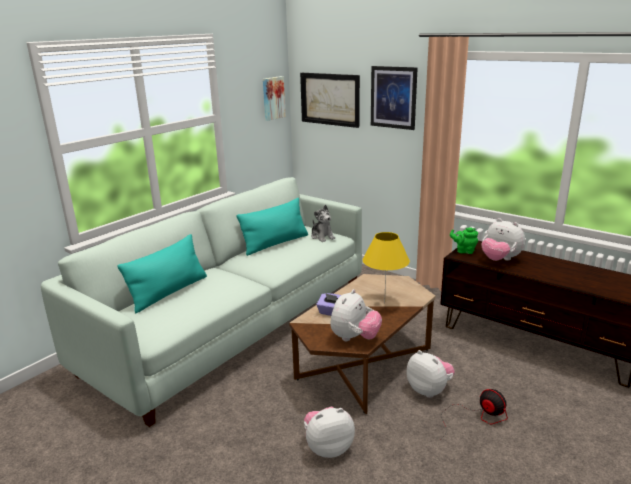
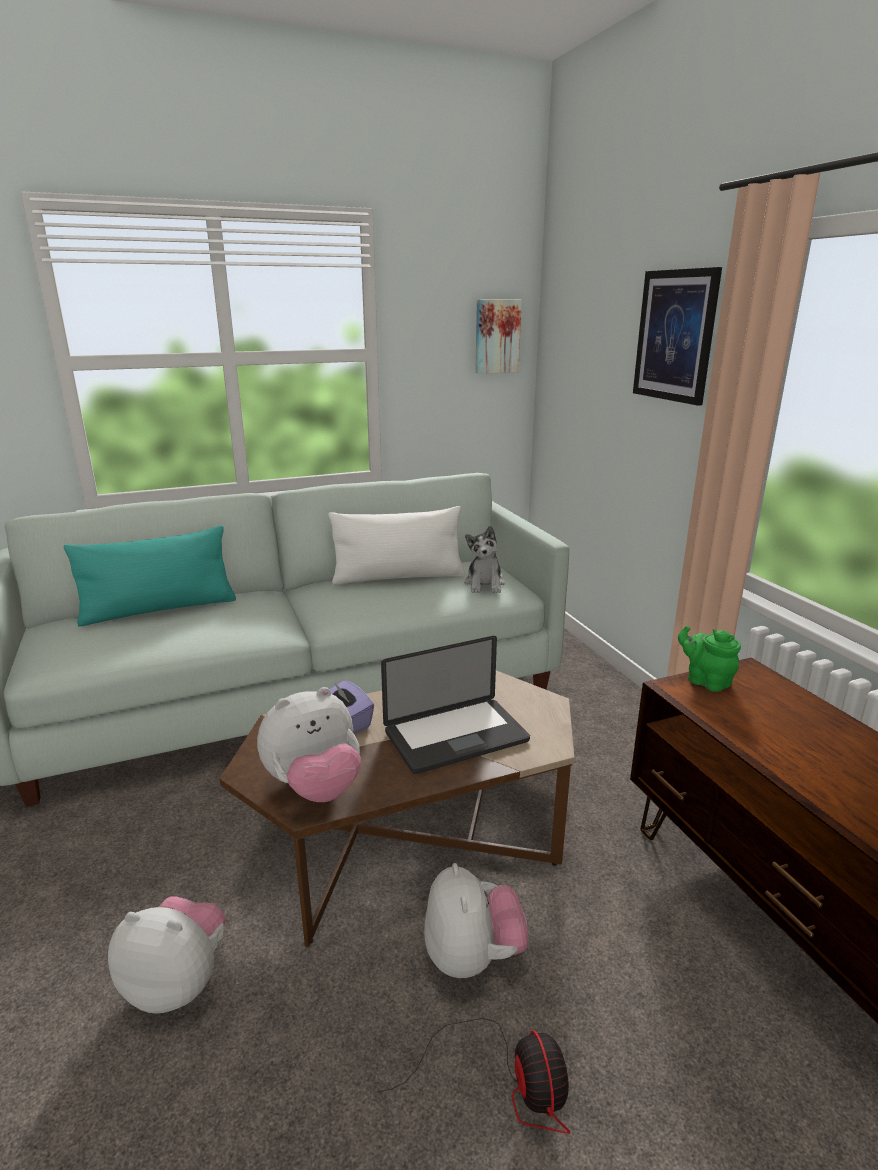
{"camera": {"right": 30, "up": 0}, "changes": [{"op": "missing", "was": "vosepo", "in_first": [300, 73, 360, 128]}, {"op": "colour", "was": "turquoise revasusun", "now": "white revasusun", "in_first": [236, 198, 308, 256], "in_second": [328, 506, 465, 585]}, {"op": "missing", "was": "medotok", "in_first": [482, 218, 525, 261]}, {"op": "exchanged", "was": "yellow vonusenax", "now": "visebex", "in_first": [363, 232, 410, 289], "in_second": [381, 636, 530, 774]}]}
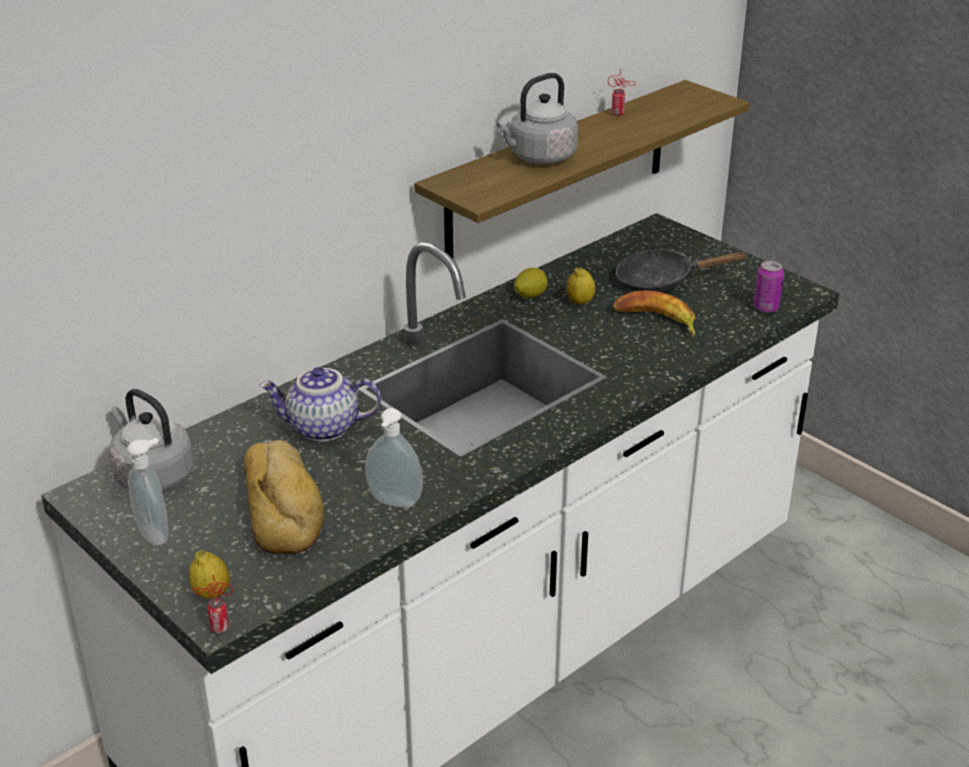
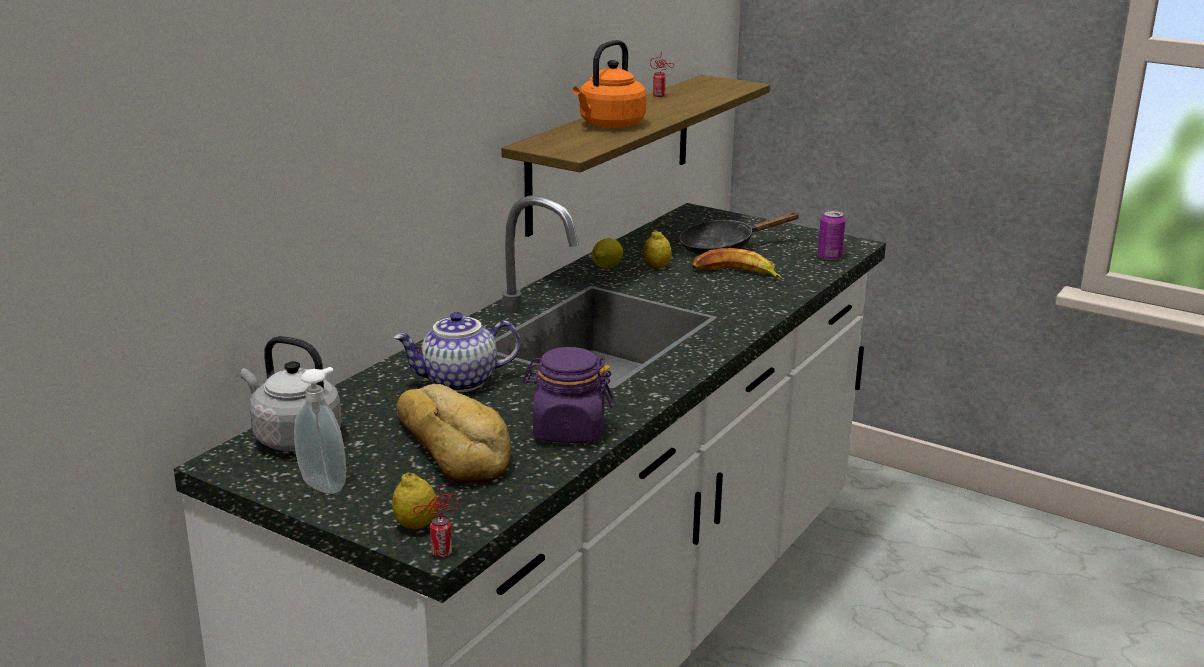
{"camera": {"right": -15, "up": -10}, "changes": [{"op": "colour", "was": "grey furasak", "now": "orange furasak", "in_first": [496, 73, 578, 164], "in_second": [573, 40, 646, 128]}, {"op": "exchanged", "was": "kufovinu", "now": "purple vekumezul", "in_first": [365, 408, 423, 508], "in_second": [523, 347, 614, 443]}]}
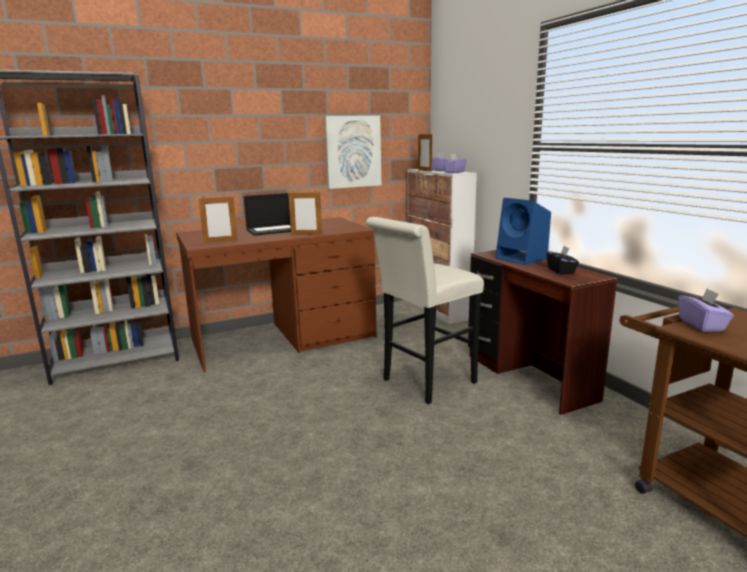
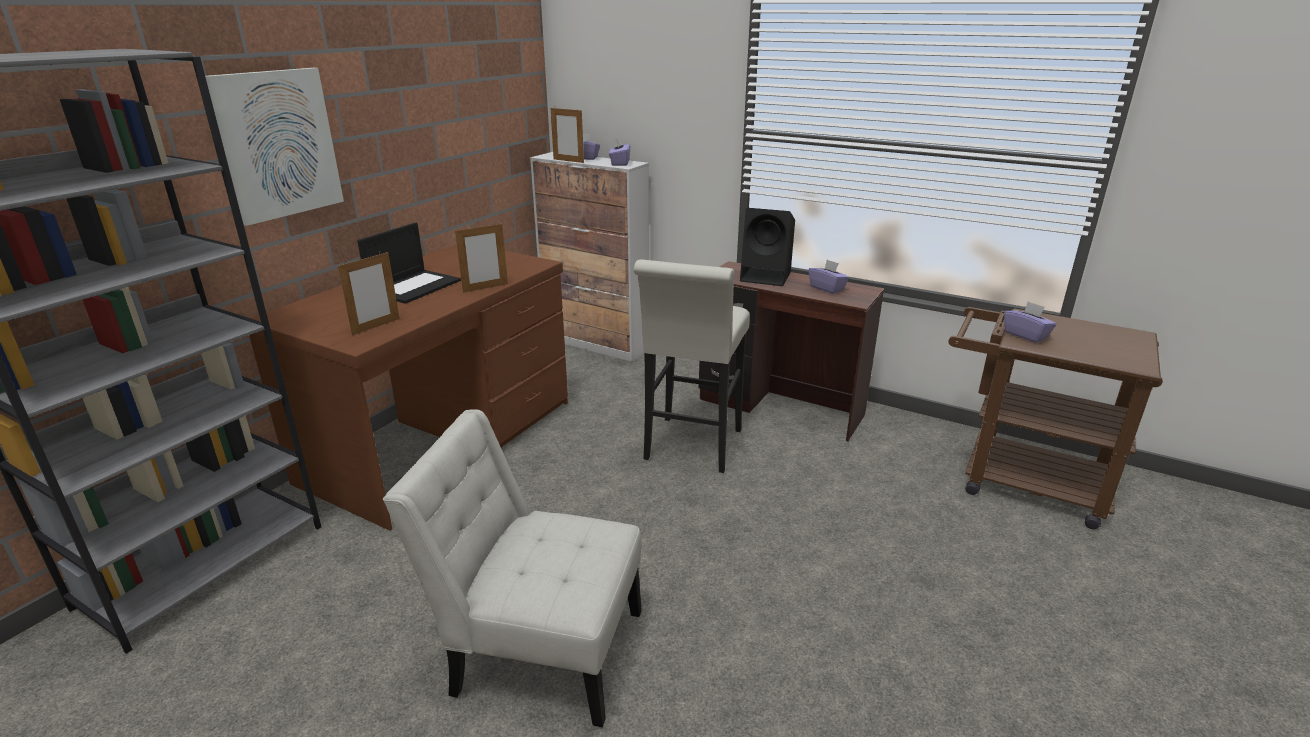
{"camera": {"right": -35, "up": 10}, "changes": [{"op": "relocated", "was": "vosepo", "in_first": [325, 115, 381, 189], "in_second": [205, 68, 344, 226]}, {"op": "colour", "was": "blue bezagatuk", "now": "black bezagatuk", "in_first": [495, 198, 551, 265], "in_second": [740, 208, 795, 286]}, {"op": "colour", "was": "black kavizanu", "now": "purple kavizanu", "in_first": [546, 246, 579, 274], "in_second": [808, 260, 849, 294]}, {"op": "appeared", "now": "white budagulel", "in_second": [383, 409, 642, 727]}]}
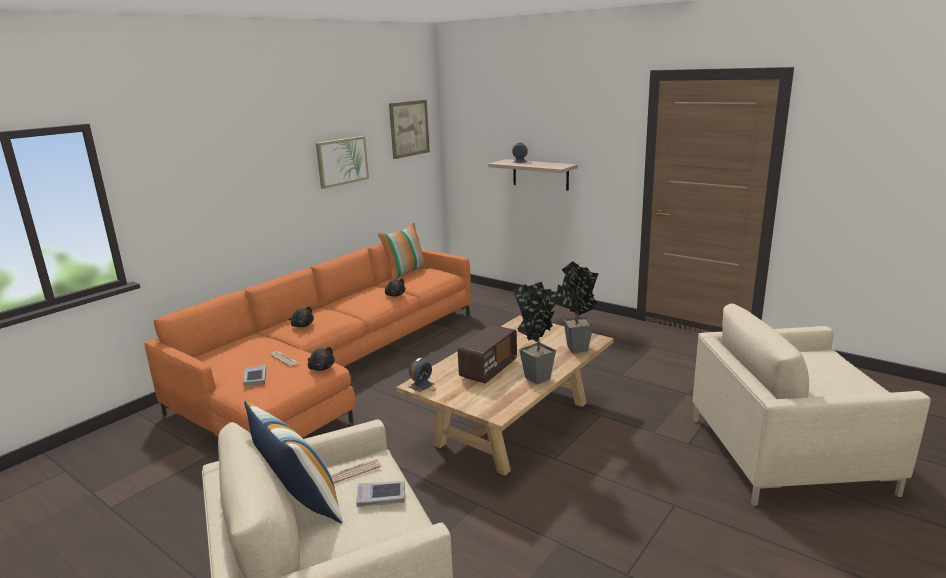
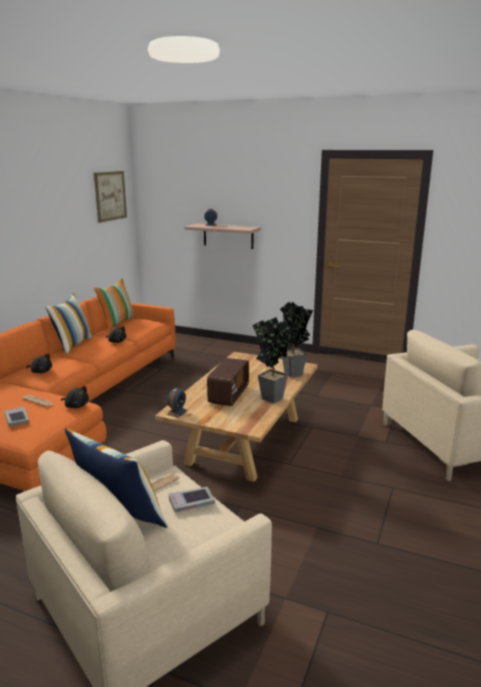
{"camera": {"right": -15, "up": 0}, "changes": [{"op": "missing", "was": "vosepo", "in_first": [316, 136, 369, 189]}, {"op": "appeared", "now": "revasusun", "in_second": [45, 293, 93, 354]}]}
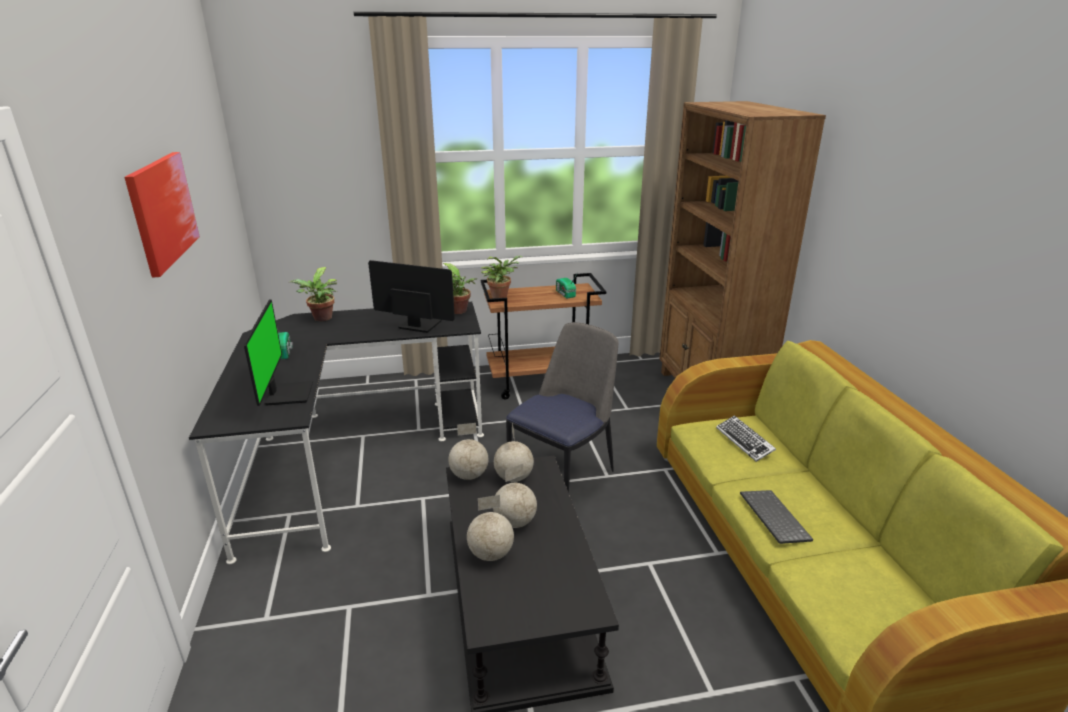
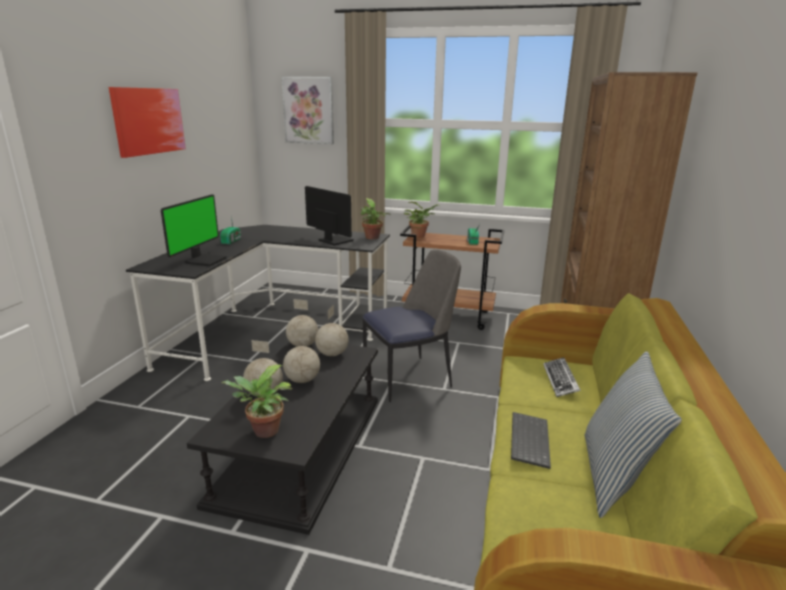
{"camera": {"right": 25, "up": -5}, "changes": [{"op": "relocated", "was": "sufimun", "in_first": [288, 267, 337, 321], "in_second": [221, 365, 293, 438]}, {"op": "appeared", "now": "vosepo", "in_second": [282, 77, 334, 144]}, {"op": "appeared", "now": "revasusun", "in_second": [584, 351, 682, 518]}]}
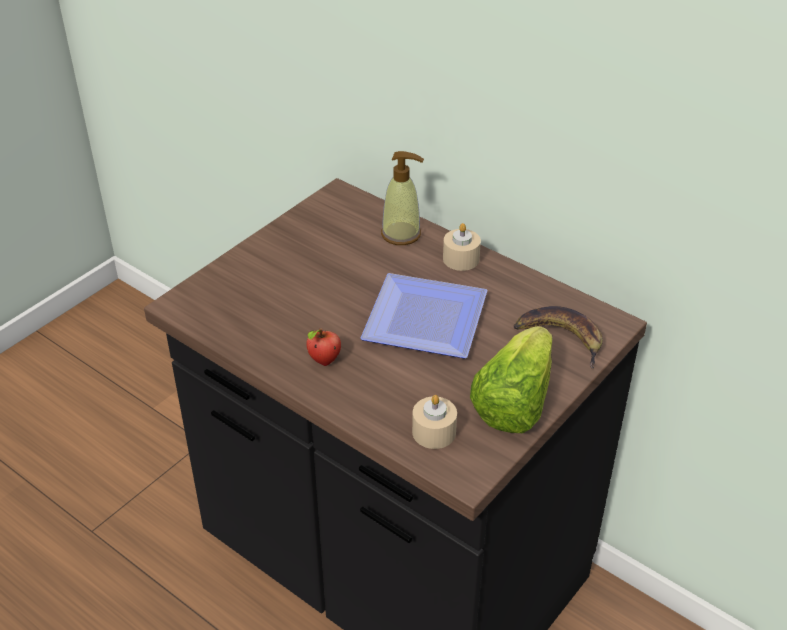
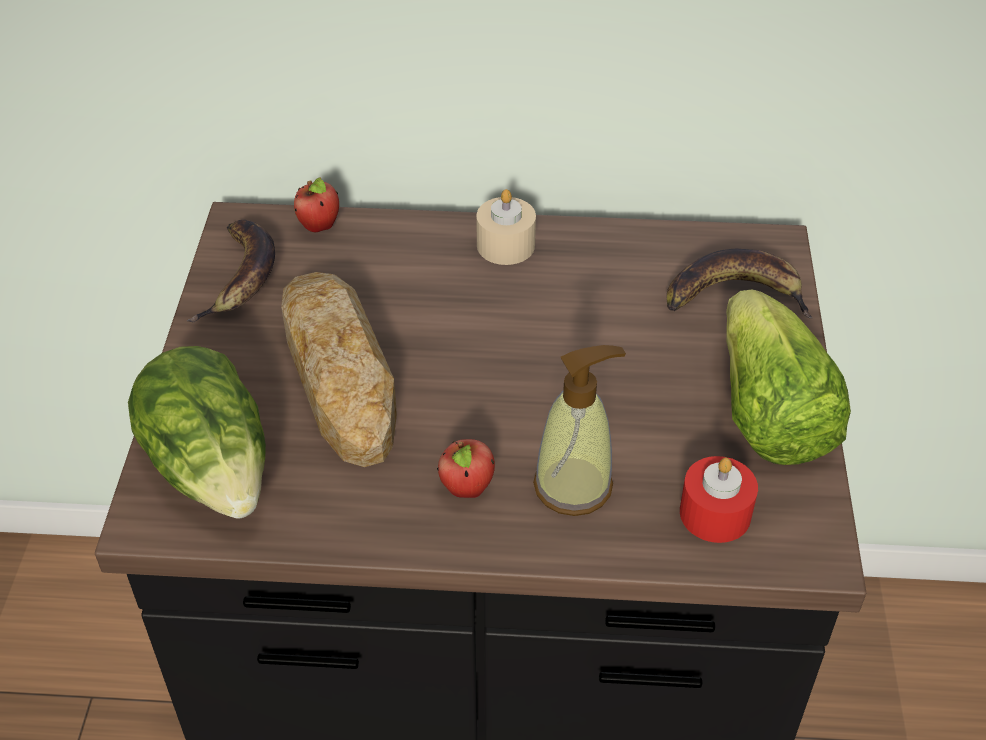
{"camera": {"right": -35, "up": 5}, "changes": [{"op": "relocated", "was": "kufovinu", "in_first": [381, 151, 424, 245], "in_second": [533, 345, 626, 516]}, {"op": "missing", "was": "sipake", "in_first": [360, 273, 488, 358]}, {"op": "colour", "was": "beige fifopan", "now": "red fifopan", "in_first": [412, 395, 457, 449], "in_second": [680, 456, 758, 543]}, {"op": "appeared", "now": "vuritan", "in_second": [294, 177, 339, 232]}, {"op": "appeared", "now": "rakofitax", "in_second": [187, 220, 275, 322]}, {"op": "appeared", "now": "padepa", "in_second": [281, 272, 397, 467]}, {"op": "appeared", "now": "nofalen", "in_second": [128, 346, 266, 518]}]}
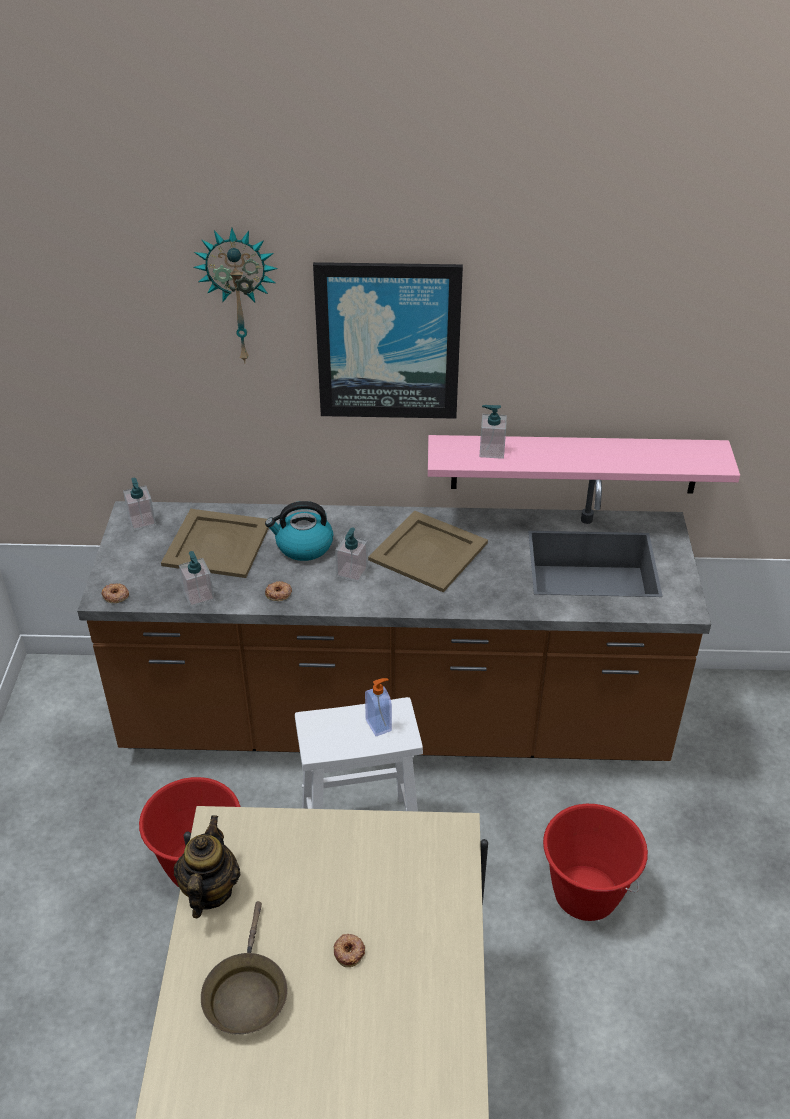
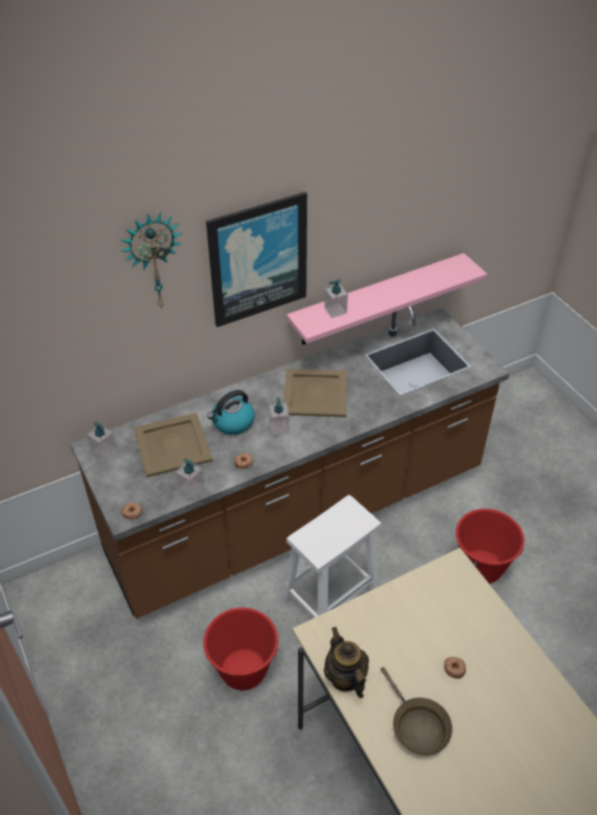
{"camera": {"right": -30, "up": 5}, "changes": [{"op": "missing", "was": "kufovinu", "in_first": [365, 678, 392, 736]}]}
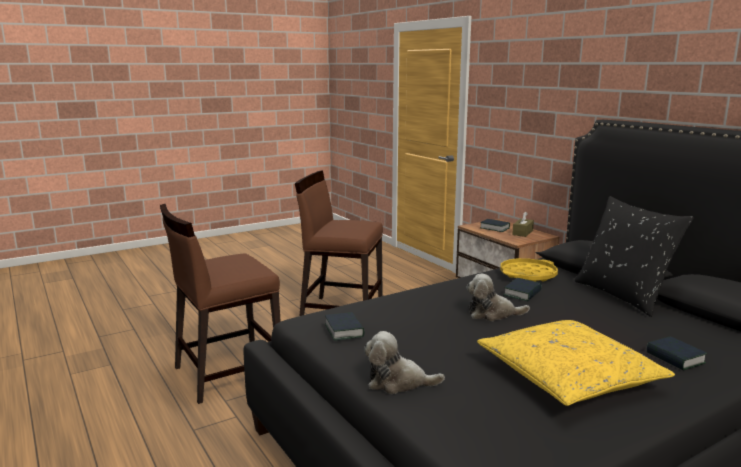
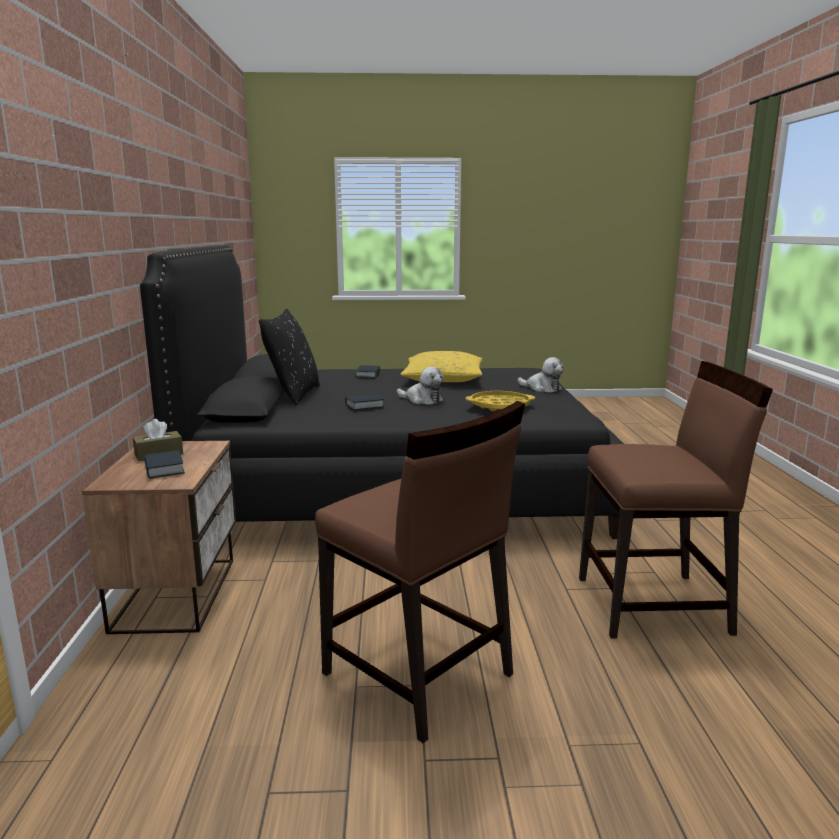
{"camera": {"right": -150, "up": 0}, "changes": [{"op": "relocated", "was": "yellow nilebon", "in_first": [500, 258, 558, 282], "in_second": [466, 391, 535, 411]}, {"op": "missing", "was": "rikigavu", "in_first": [325, 312, 364, 341]}]}
